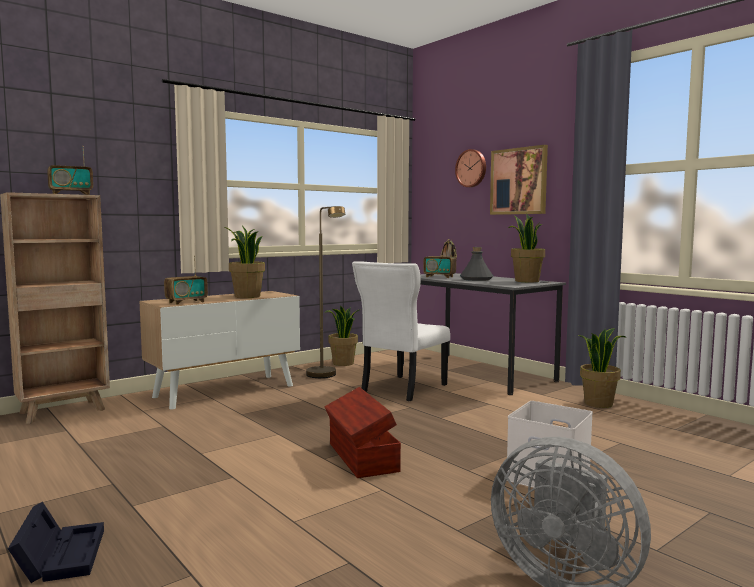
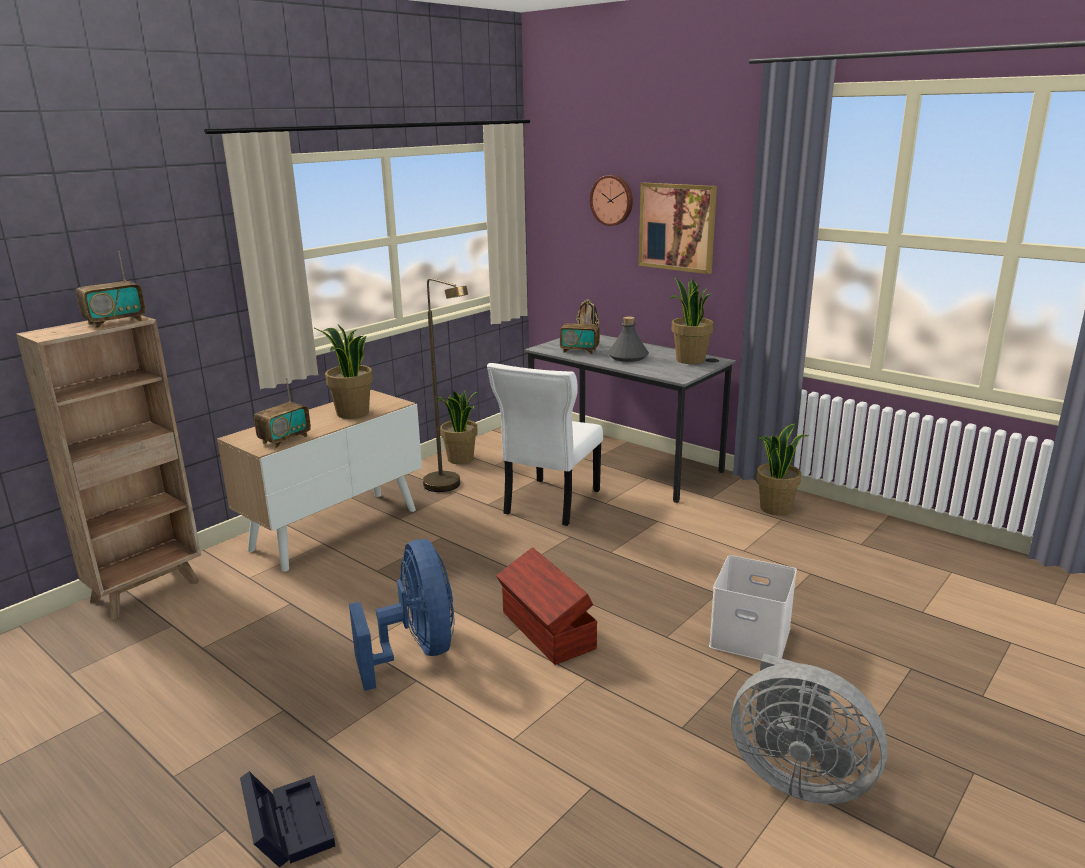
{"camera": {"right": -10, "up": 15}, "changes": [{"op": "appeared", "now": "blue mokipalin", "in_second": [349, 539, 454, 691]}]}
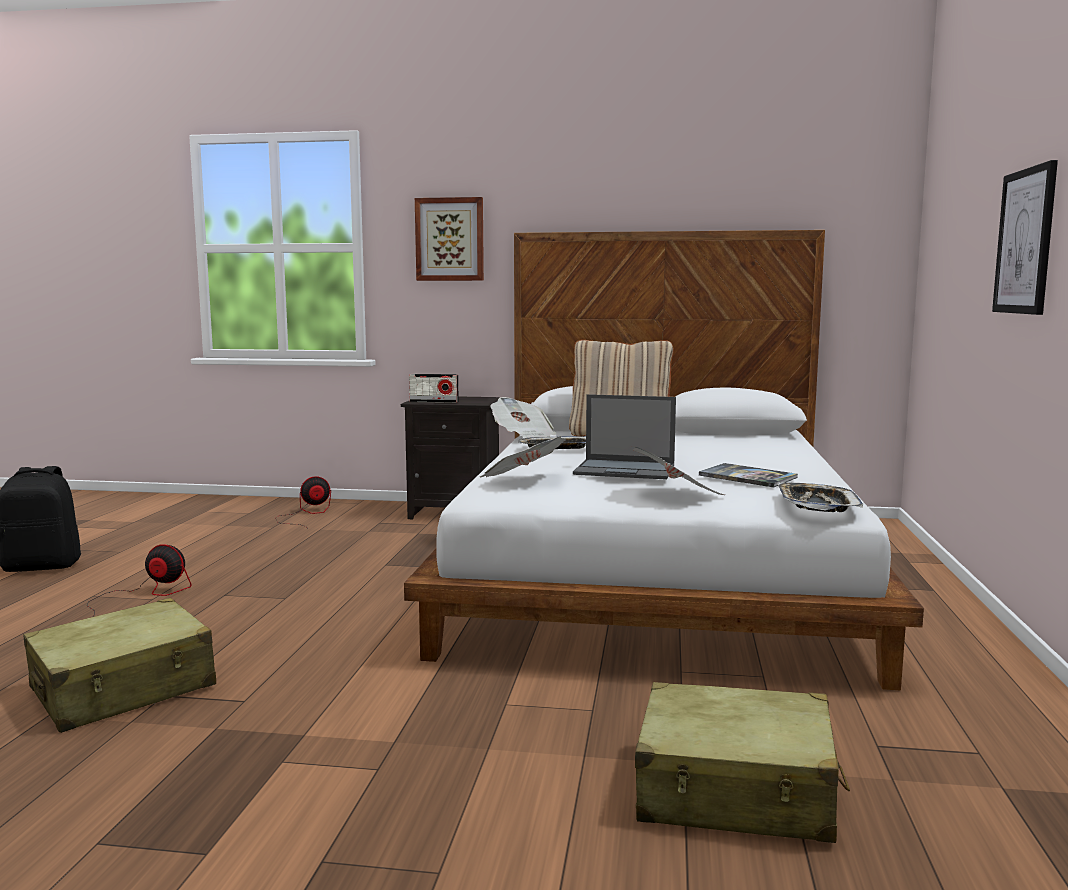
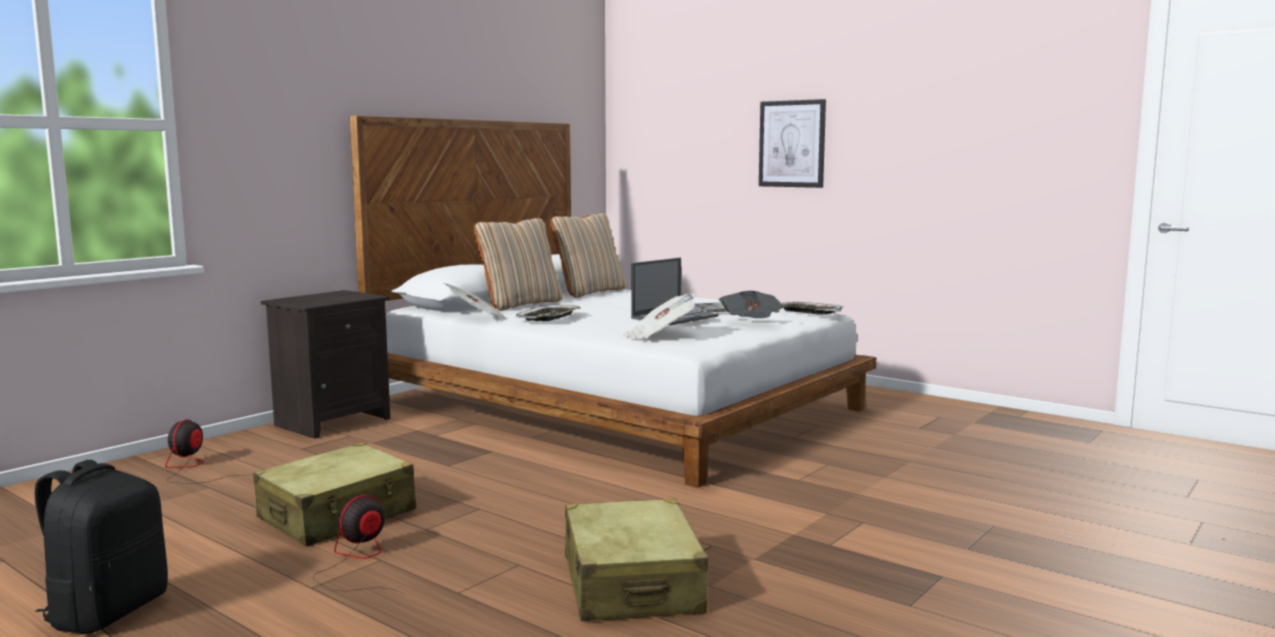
{"camera": {"right": -60, "up": 0}, "changes": [{"op": "missing", "was": "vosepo", "in_first": [415, 197, 484, 281]}, {"op": "missing", "was": "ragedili", "in_first": [409, 374, 459, 403]}, {"op": "relocated", "was": "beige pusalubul", "in_first": [635, 682, 850, 843], "in_second": [253, 443, 416, 547]}, {"op": "appeared", "now": "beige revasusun", "in_second": [550, 213, 627, 298]}]}
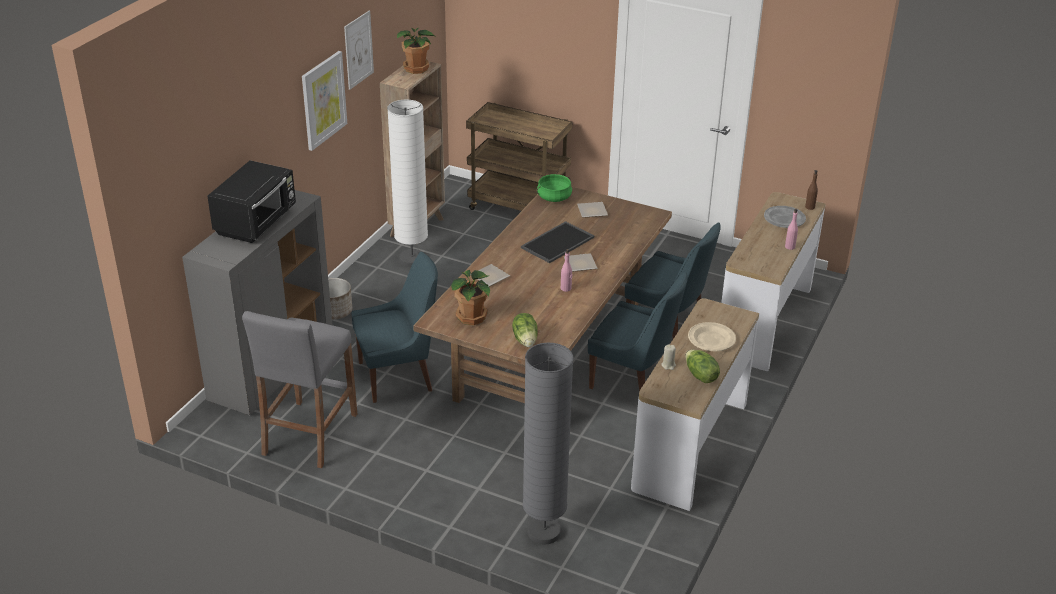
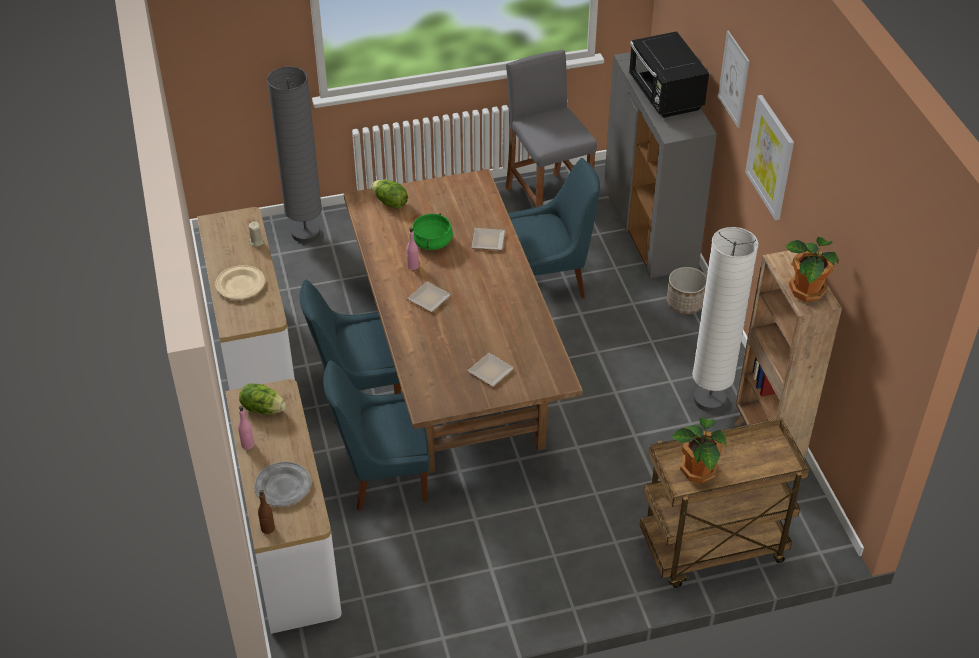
{"camera": {"right": 140, "up": 10}, "changes": [{"op": "relocated", "was": "vosepo", "in_first": [344, 11, 374, 90], "in_second": [718, 30, 749, 128]}, {"op": "relocated", "was": "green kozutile", "in_first": [536, 174, 572, 202], "in_second": [412, 213, 453, 250]}, {"op": "missing", "was": "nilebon", "in_first": [521, 221, 594, 263]}, {"op": "spun", "was": "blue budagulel", "in_first": [352, 252, 438, 403], "in_second": [508, 158, 600, 298], "clockwise": -135}, {"op": "relocated", "was": "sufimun", "in_first": [451, 270, 490, 325], "in_second": [671, 418, 726, 483]}, {"op": "relocated", "was": "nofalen", "in_first": [685, 350, 720, 383], "in_second": [239, 383, 286, 415]}]}
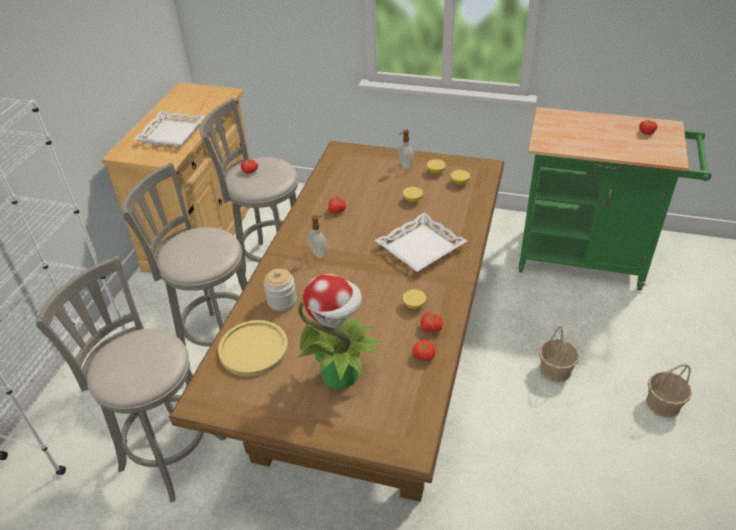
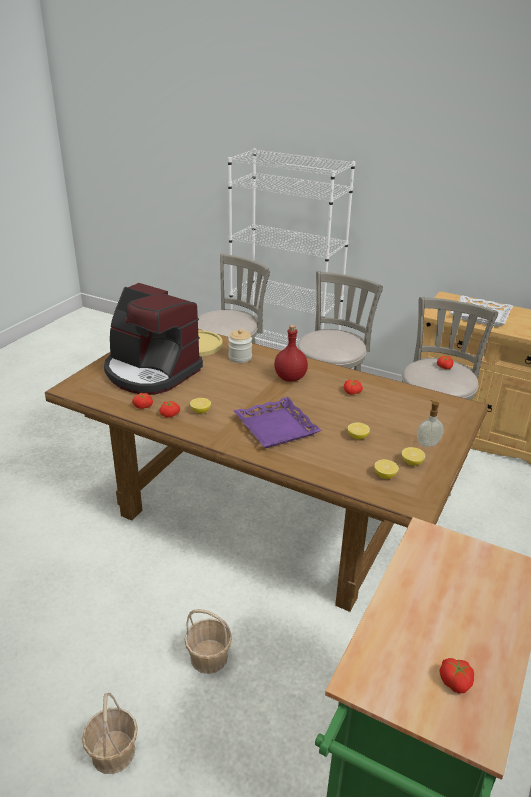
{"camera": {"right": 100, "up": -10}, "changes": [{"op": "colour", "was": "white nilebon", "now": "purple nilebon", "in_first": [375, 213, 467, 272], "in_second": [234, 397, 322, 448]}, {"op": "exchanged", "was": "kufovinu", "now": "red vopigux", "in_first": [308, 215, 327, 259], "in_second": [274, 325, 308, 382]}, {"op": "exchanged", "was": "sufimun", "now": "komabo", "in_first": [298, 274, 382, 389], "in_second": [104, 283, 203, 395]}]}
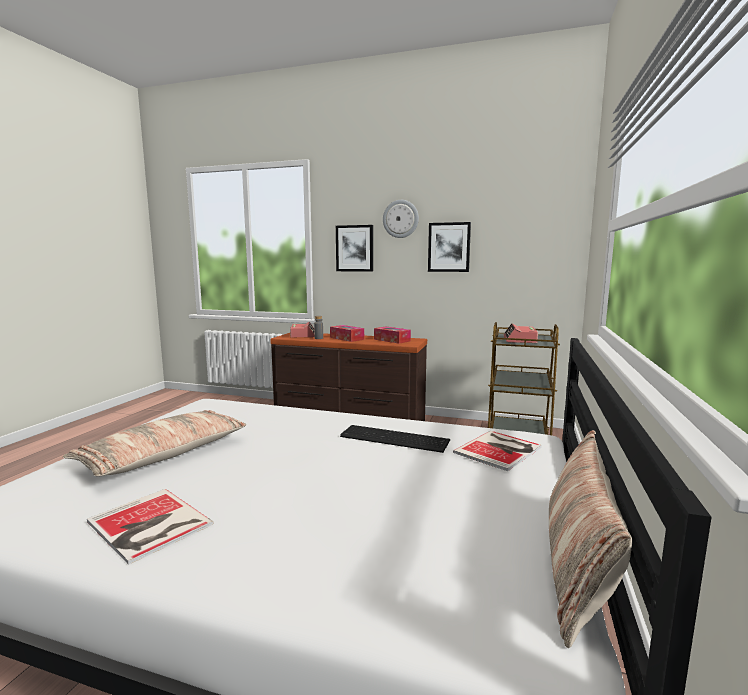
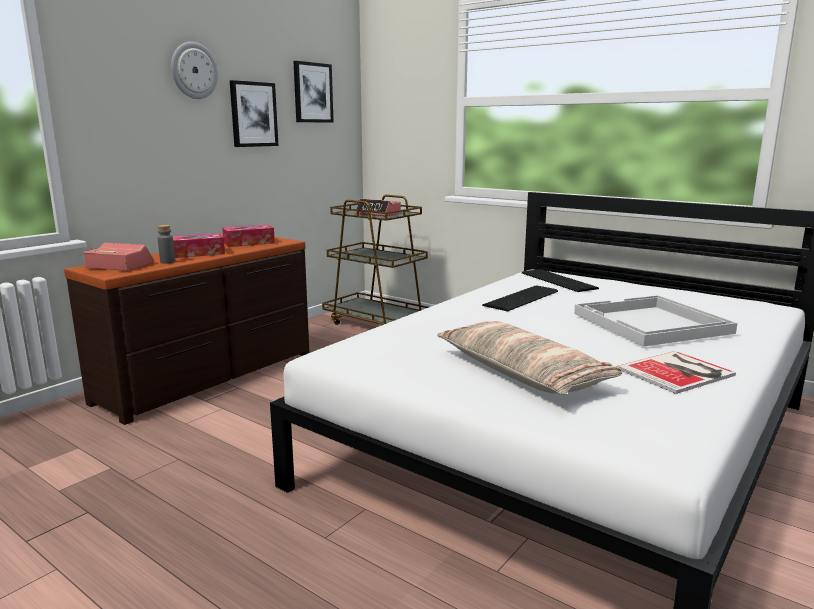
{"camera": {"right": -70, "up": 5}, "changes": [{"op": "relocated", "was": "vosepo", "in_first": [336, 225, 373, 272], "in_second": [293, 61, 334, 123]}, {"op": "missing", "was": "revasusun", "in_first": [549, 430, 632, 648]}, {"op": "exchanged", "was": "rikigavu", "now": "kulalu", "in_first": [453, 431, 542, 471], "in_second": [522, 269, 599, 292]}, {"op": "appeared", "now": "white nilebon", "in_second": [574, 295, 737, 347]}]}
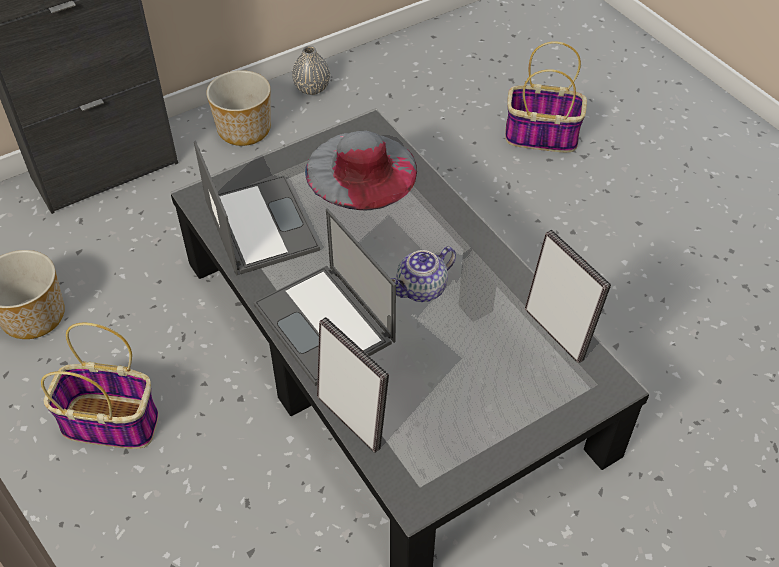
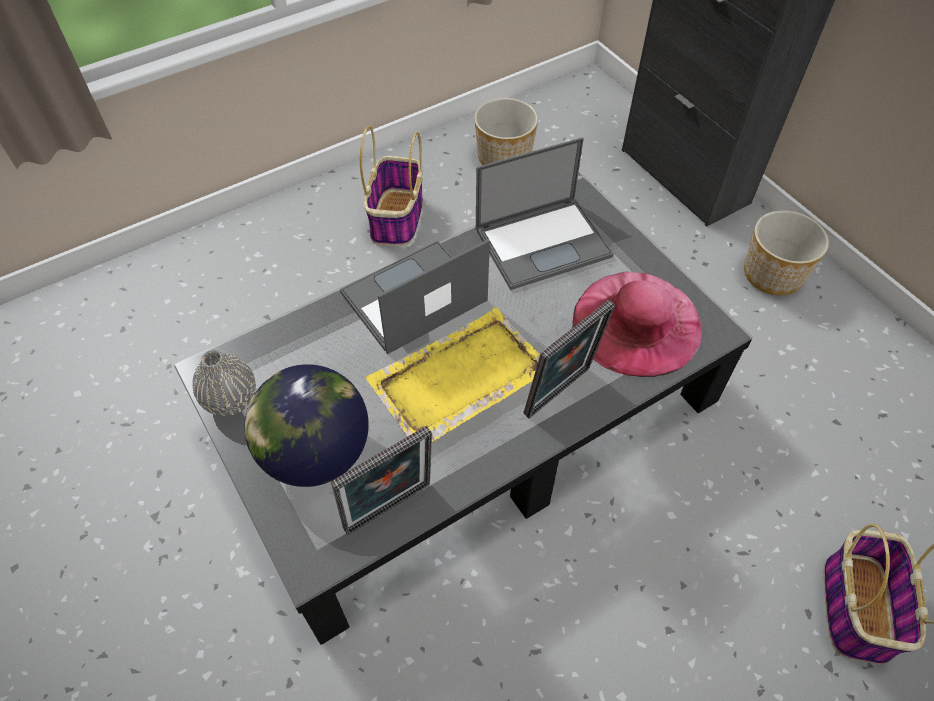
{"camera": {"right": 90, "up": 5}, "changes": [{"op": "relocated", "was": "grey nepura", "in_first": [292, 46, 330, 95], "in_second": [193, 350, 256, 416]}, {"op": "colour", "was": "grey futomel", "now": "pink futomel", "in_first": [305, 131, 417, 211], "in_second": [572, 272, 702, 377]}, {"op": "exchanged", "was": "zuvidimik", "now": "yellow nilebon", "in_first": [391, 247, 456, 302], "in_second": [365, 307, 540, 442]}, {"op": "relocated", "was": "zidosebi", "in_first": [317, 317, 389, 453], "in_second": [523, 300, 615, 418]}, {"op": "appeared", "now": "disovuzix", "in_second": [244, 364, 369, 487]}]}
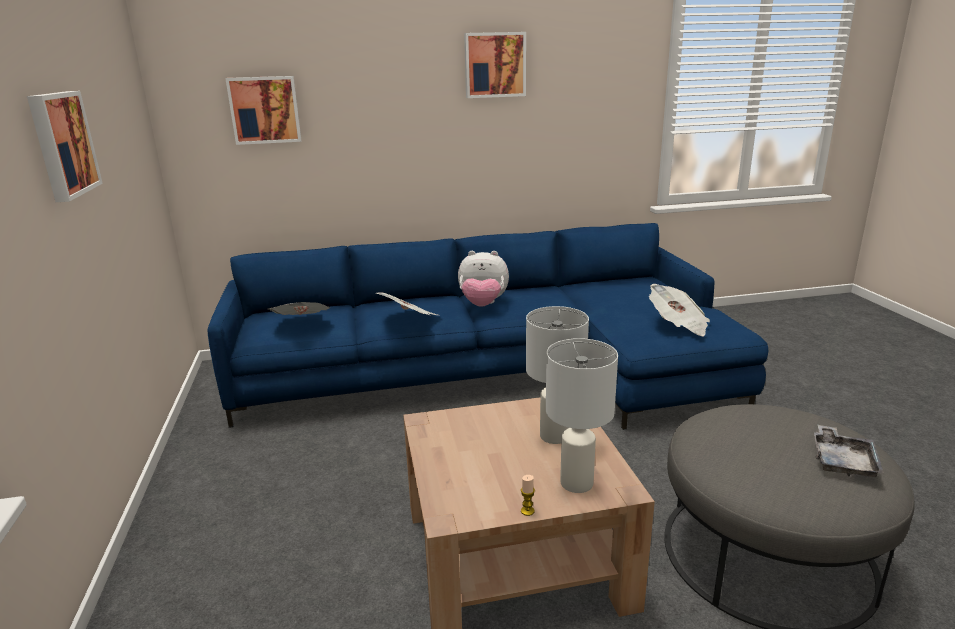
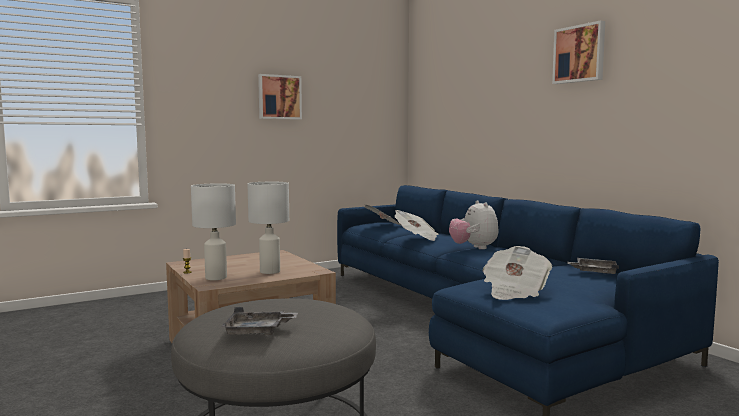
{"camera": {"right": 70, "up": -15}, "changes": [{"op": "missing", "was": "vosepo", "in_first": [225, 76, 302, 145]}, {"op": "appeared", "now": "grey nilebon", "in_second": [567, 258, 619, 274]}]}
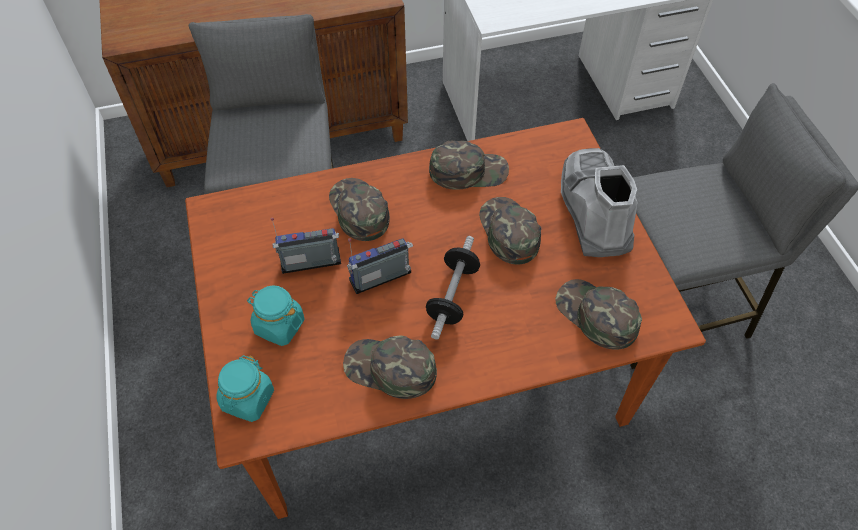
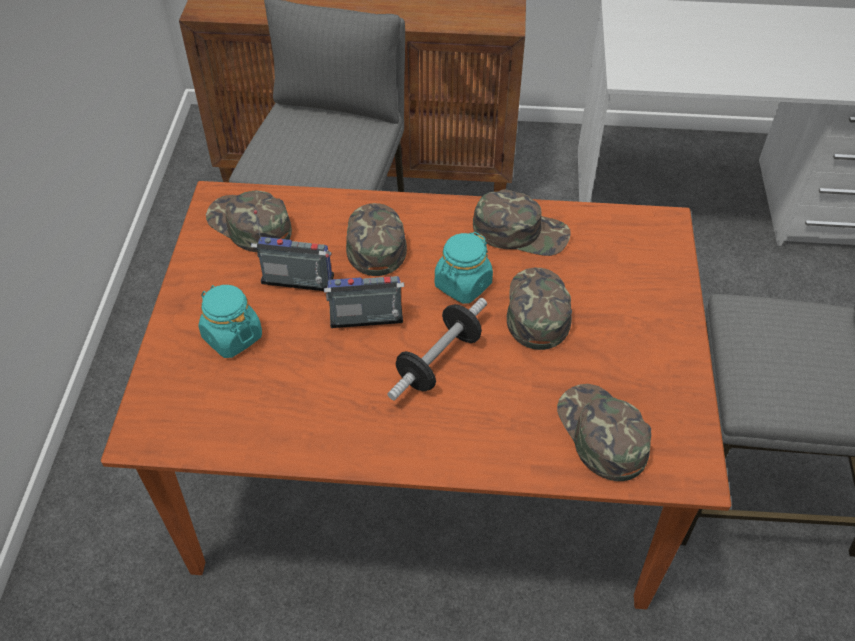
{"camera": {"right": 20, "up": -5}, "changes": [{"op": "missing", "was": "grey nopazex", "in_first": [561, 148, 638, 257]}, {"op": "relocated", "was": "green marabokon", "in_first": [343, 336, 437, 399], "in_second": [206, 191, 292, 252]}, {"op": "relocated", "was": "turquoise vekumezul", "in_first": [216, 355, 274, 422], "in_second": [435, 232, 493, 304]}]}
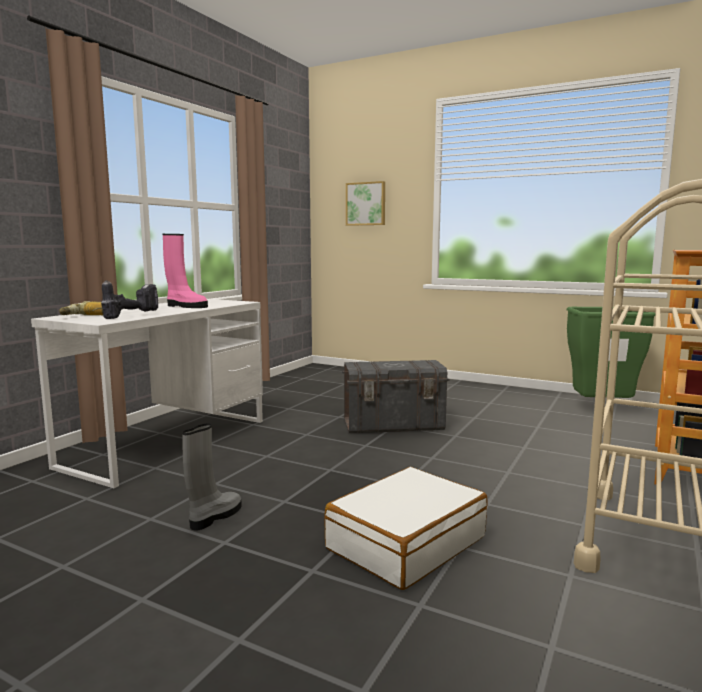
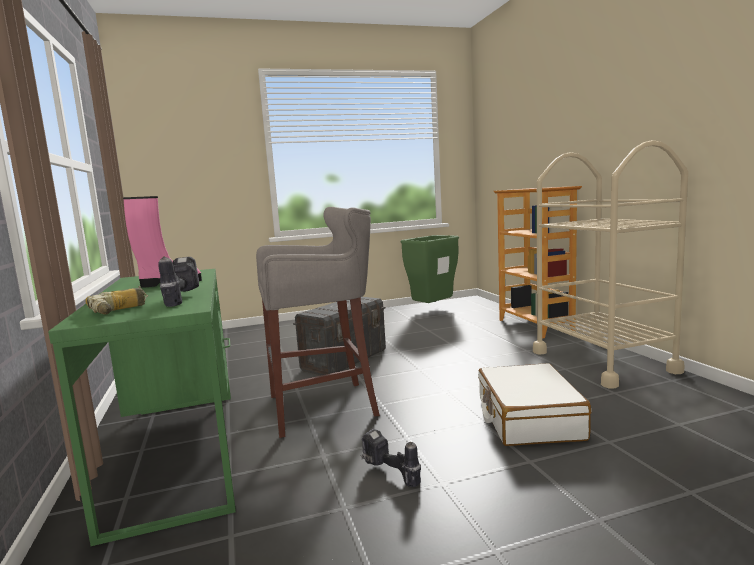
{"camera": {"right": -45, "up": 0}, "changes": [{"op": "missing", "was": "vosepo", "in_first": [346, 181, 385, 226]}, {"op": "colour", "was": "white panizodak", "now": "green panizodak", "in_first": [31, 299, 263, 488], "in_second": [48, 269, 236, 546]}, {"op": "exchanged", "was": "grey nopazex", "now": "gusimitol", "in_first": [182, 423, 242, 531], "in_second": [361, 429, 421, 487]}, {"op": "appeared", "now": "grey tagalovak", "in_second": [256, 207, 380, 438]}]}
